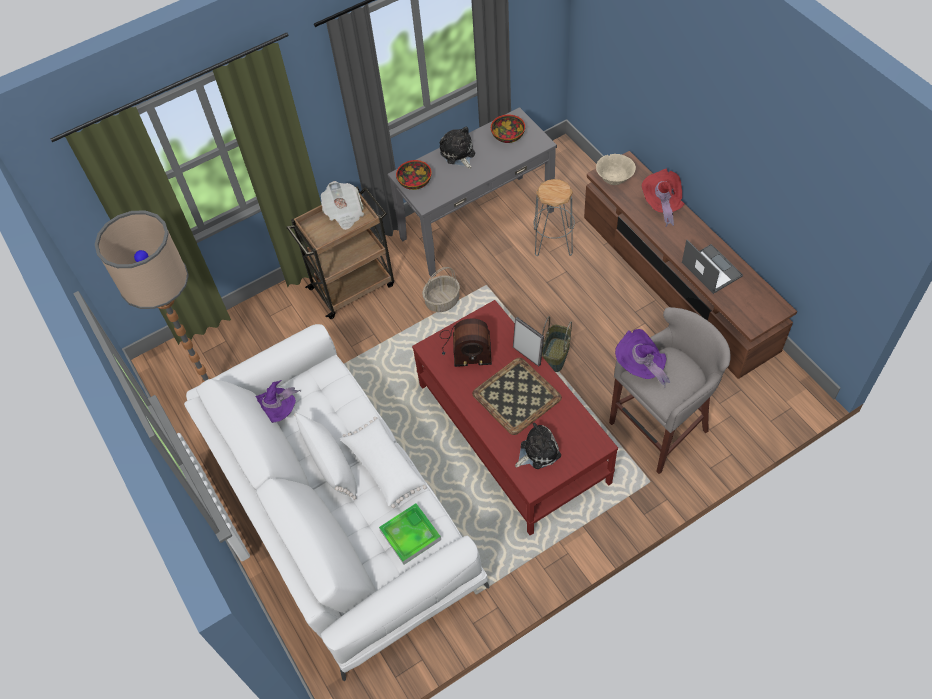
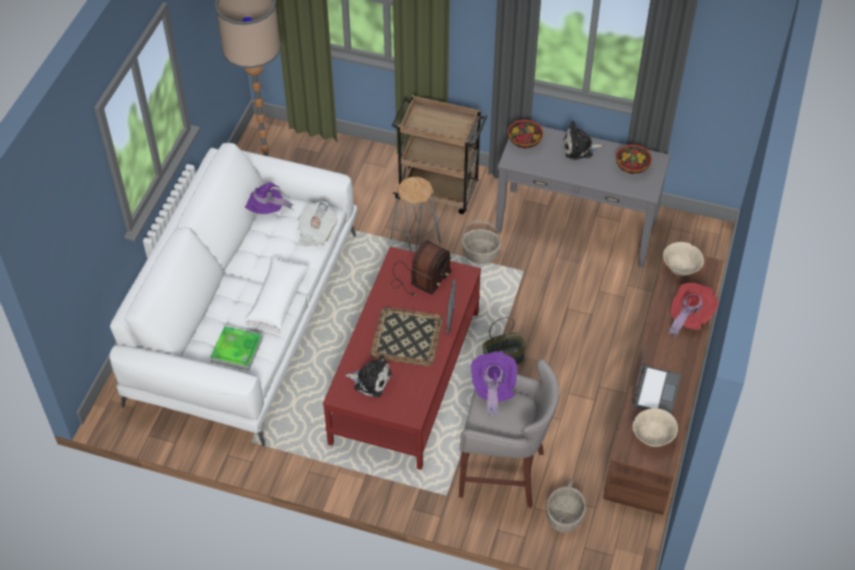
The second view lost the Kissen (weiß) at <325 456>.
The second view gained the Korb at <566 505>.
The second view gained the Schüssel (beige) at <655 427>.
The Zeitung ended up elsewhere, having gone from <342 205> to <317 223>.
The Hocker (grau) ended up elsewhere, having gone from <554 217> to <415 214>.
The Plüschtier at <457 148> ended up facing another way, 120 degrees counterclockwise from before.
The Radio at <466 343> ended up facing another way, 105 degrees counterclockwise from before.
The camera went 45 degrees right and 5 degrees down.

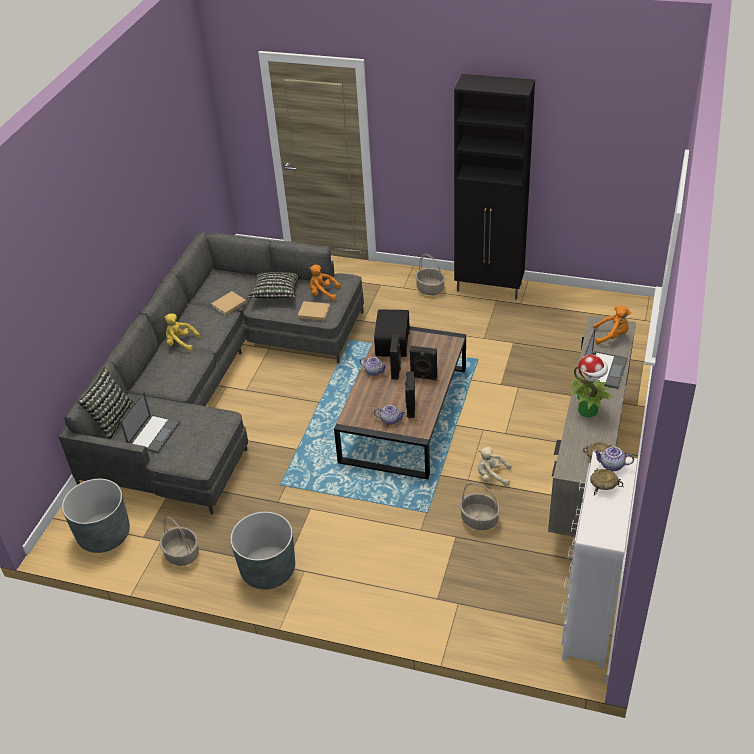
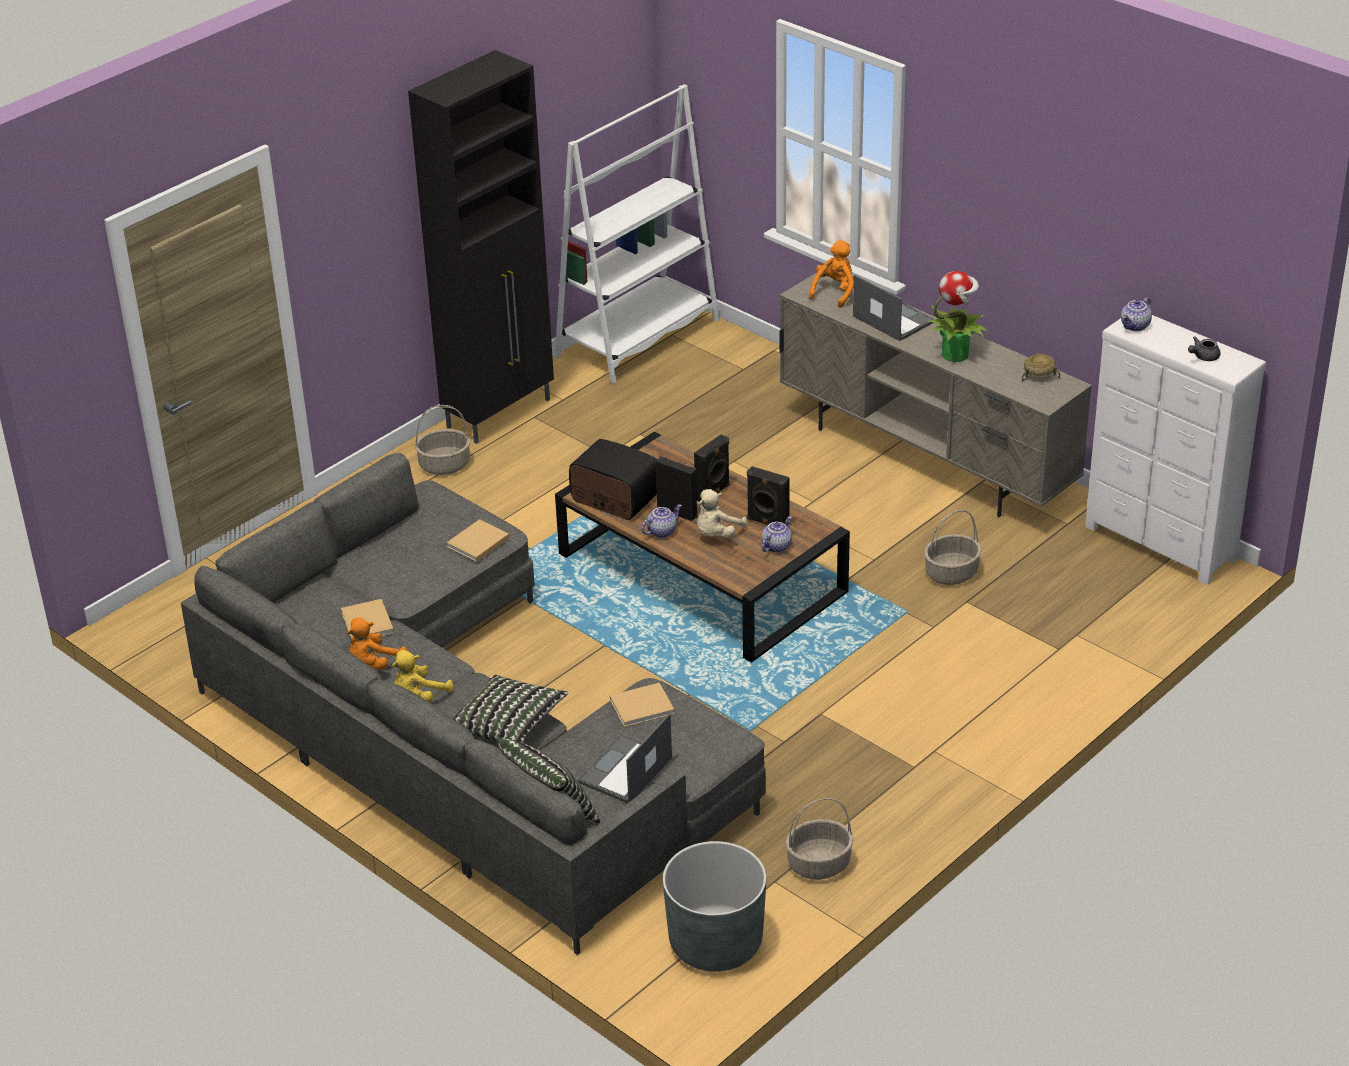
The second view lost the Pflanzkübel (grau) at <262 550>.
The second view lost the Schüssel (beige) at <607 482>.
The second view gained the Bücherregal (weiß) at <637 234>.
The second view gained the Buch (beige) at <642 705>.
The second view gained the Teekanne (grau) at <1204 348>.
The Kissen ended up elsewhere, having gone from <274 285> to <511 708>.
The Plüschtier (orange) ended up elsewhere, having gone from <325 282> to <377 643>.
The Plüschtier (beige) ended up elsewhere, having gone from <495 466> to <722 513>.
The Laptop at <150 422> ended up facing another way, 105 degrees counterclockwise from before.
The camera went 65 degrees left and 5 degrees down.

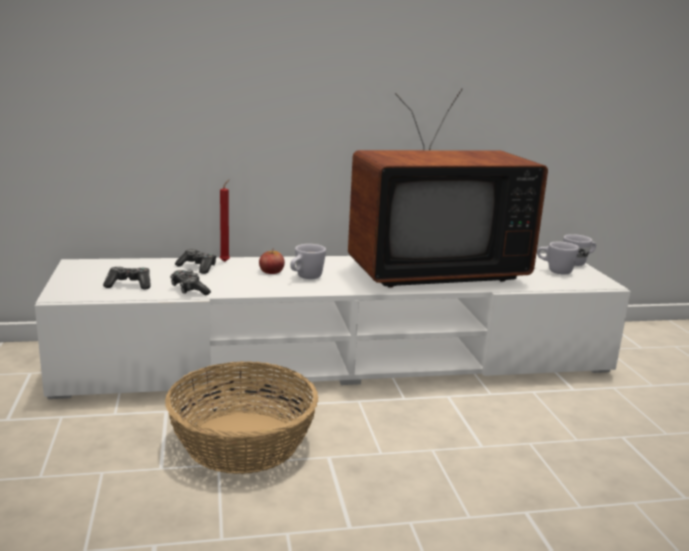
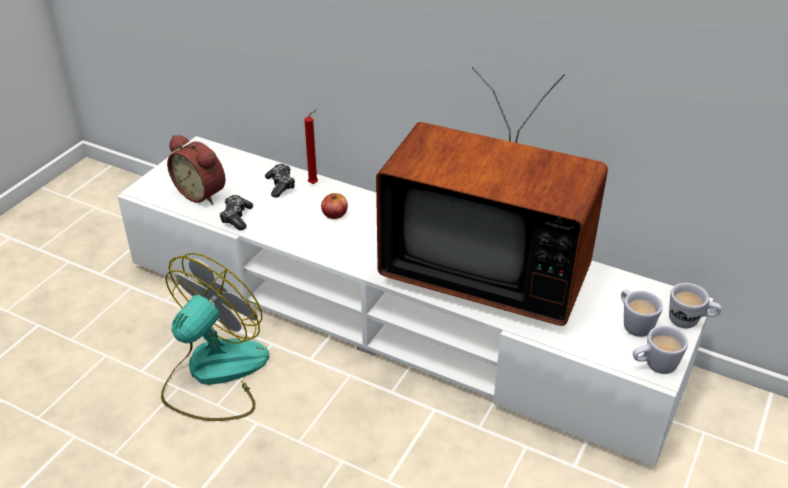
The Henkelbecher (weiß) ended up elsewhere, having gone from <308 261> to <660 350>.
Where the Gamepad stood at <127 278>, the Wecker came to stand at <196 170>.
Where the Korb stood at <242 417>, the Ventilator came to stand at <215 337>.
The camera went 40 degrees right and 20 degrees up.

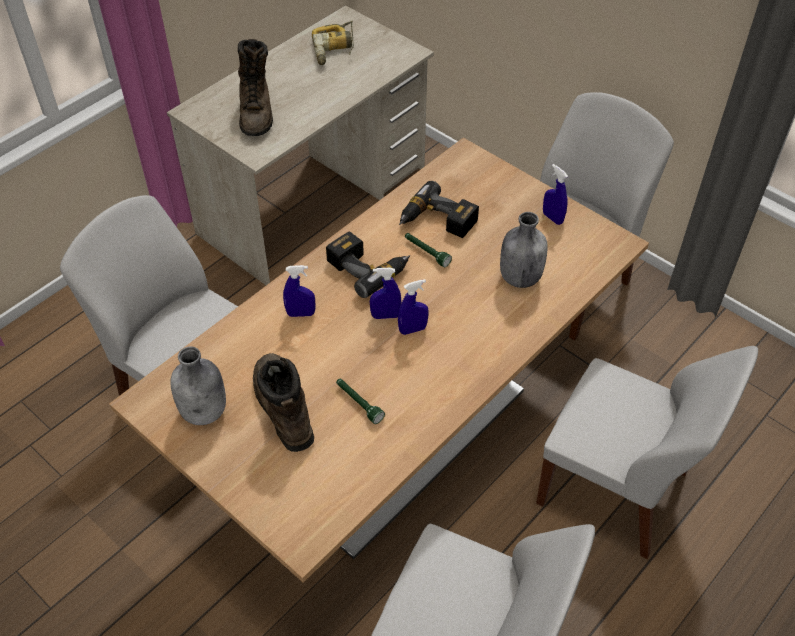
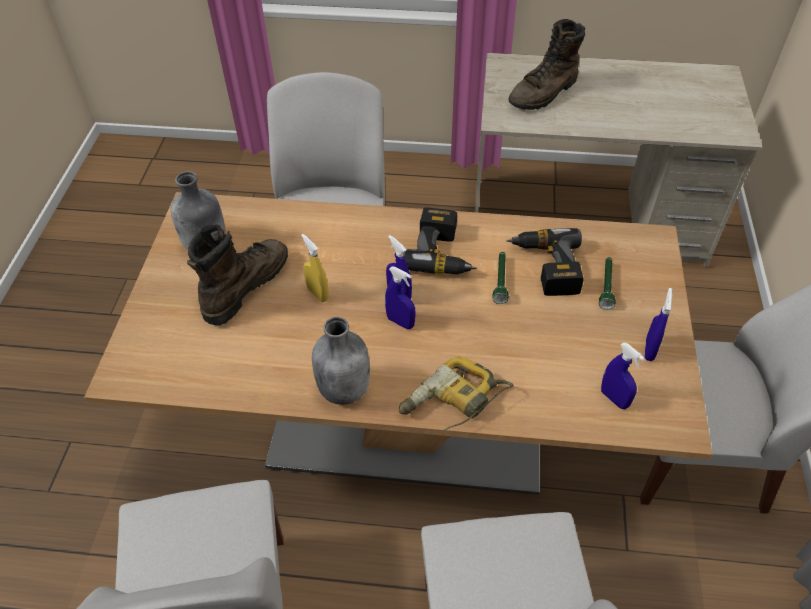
The second view gained the Sprühflasche (gelb) at <315 268>.
The Sprühflasche (blau) ended up elsewhere, having gone from <299 291> to <623 375>.
The Bohrmaschine ended up elsewhere, having gone from <333 43> to <456 394>.
The Taschenlampe (grün) ended up elsewhere, having gone from <360 401> to <607 283>.
The Flasche (grau) ended up elsewhere, having gone from <524 250> to <341 361>.
The camera went 55 degrees right and 0 degrees up.

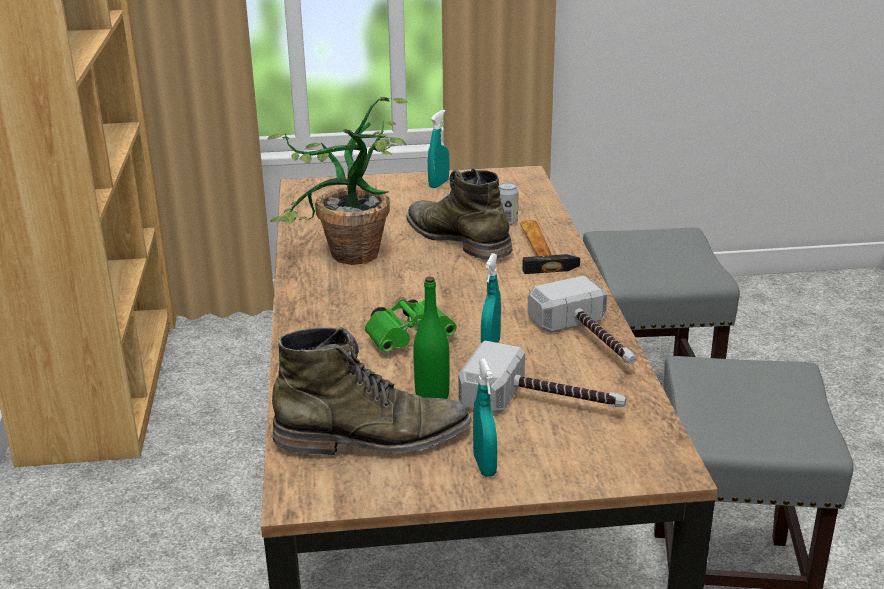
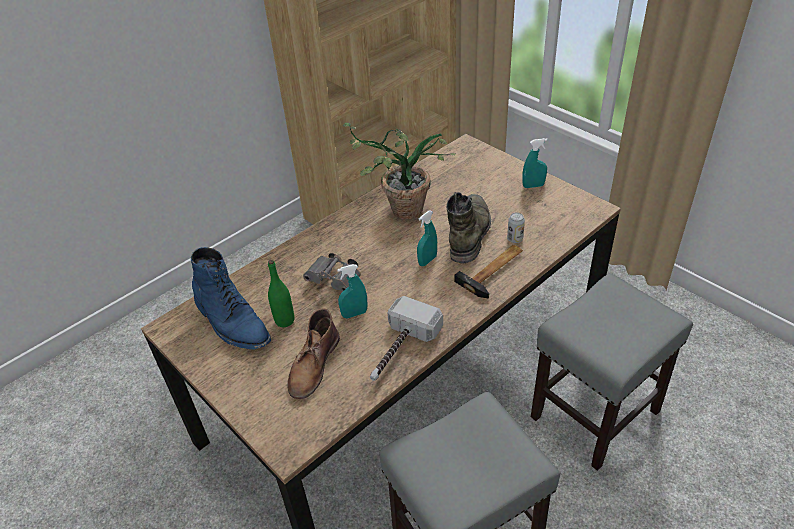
The Sprühflasche (türkis) ended up elsewhere, having gone from <485 417> to <427 238>.
Where the Hammer stood at <542 377>, the Stiefel (braun) came to stand at <313 353>.
What was the Stiefel (grün) at <371 391> turned into the Stiefel (blau) at <231 298>.
What was the Fernglas (grün) at <411 324> turned into the Fernglas (grau) at <332 272>.
The camera went 55 degrees right and 15 degrees up.

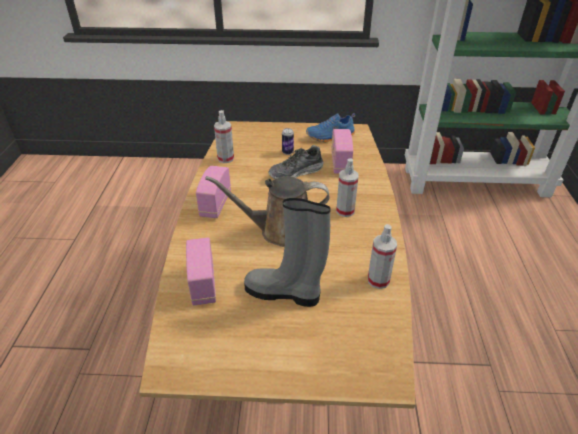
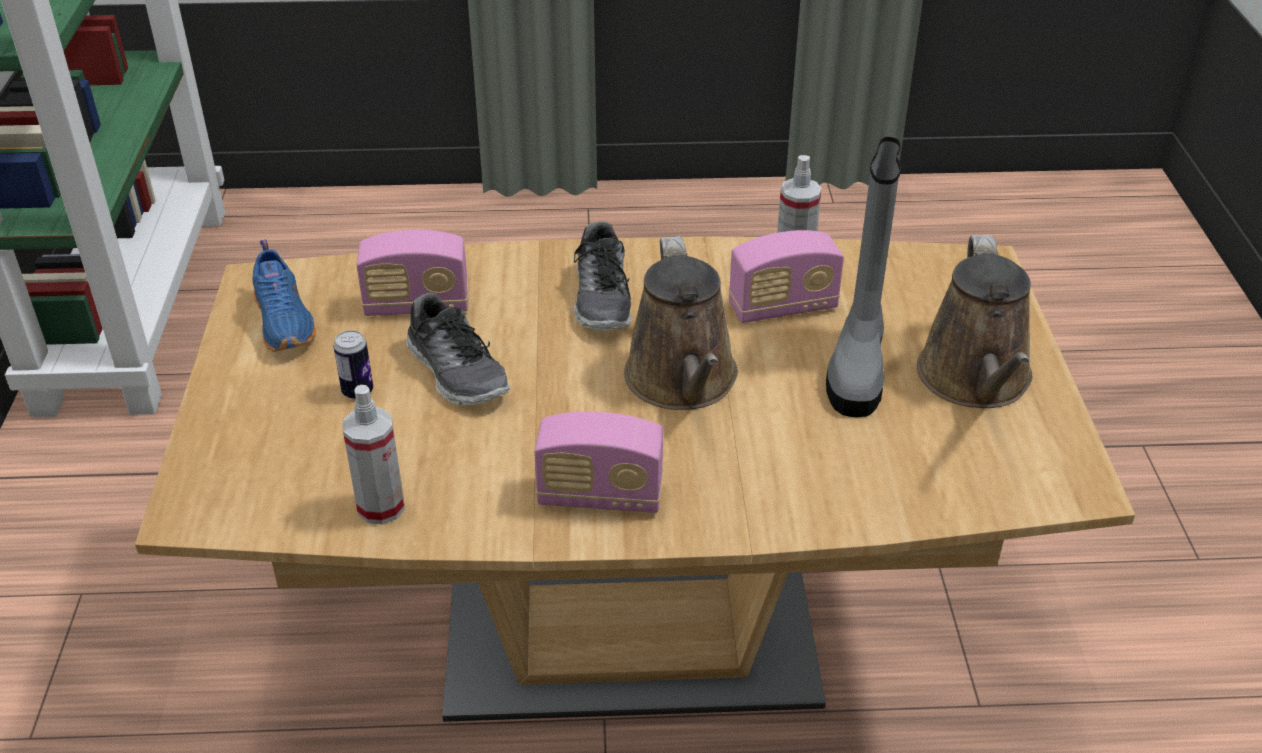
The second view gained the Gießkanne (braun) at <974 321>.
The Radio ended up elsewhere, having gone from <201 271> to <786 276>.
Where the Sprühflasche stood at <347 187>, the Schuh came to stand at <603 276>.
The camera went 95 degrees left and 0 degrees up.

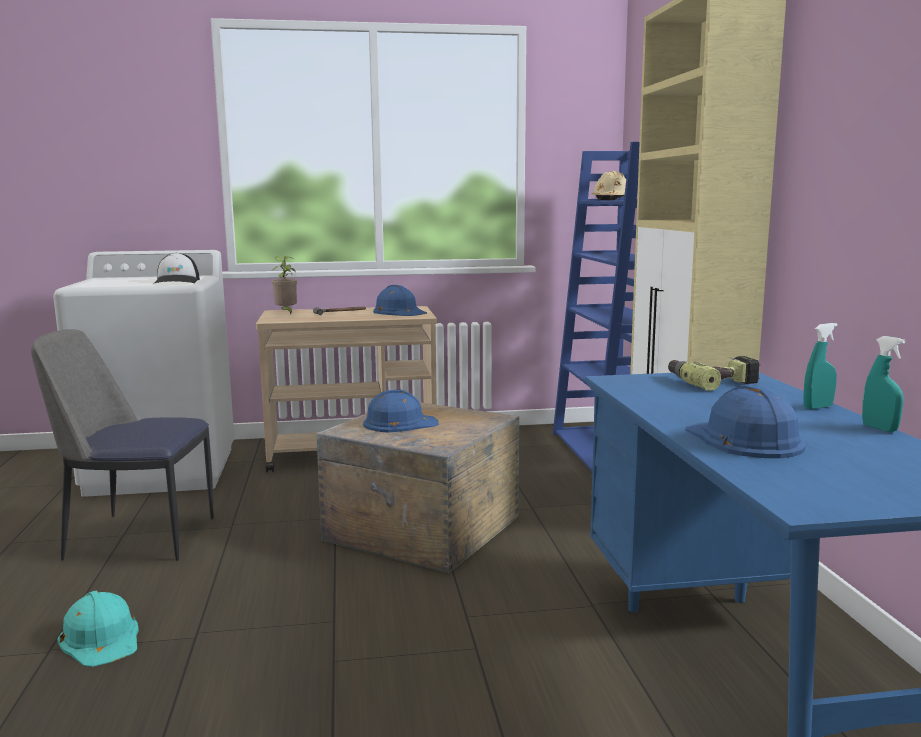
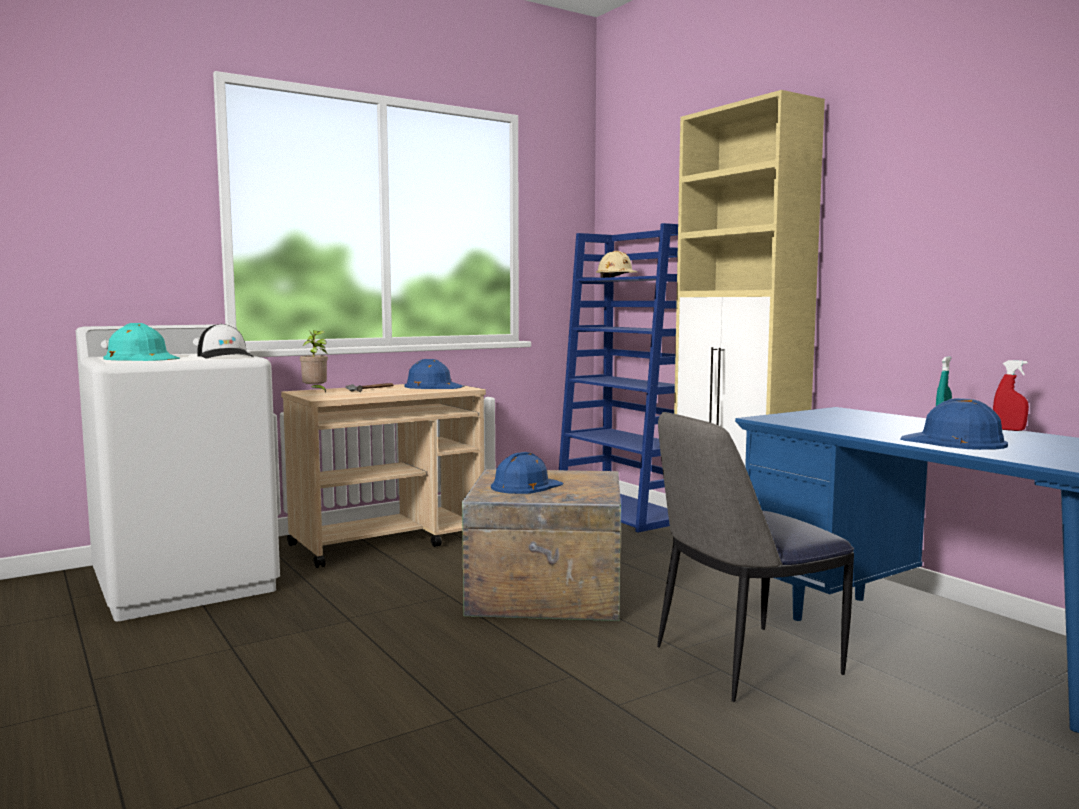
The second view lost the Bohrmaschine at <714 373>.
The Stuhl ended up elsewhere, having gone from <122 445> to <755 557>.
The Schutzhelm (türkis) ended up elsewhere, having gone from <98 628> to <142 342>.
What was the Sprühflasche (türkis) at <883 384> turned into the Sprühflasche (rot) at <1011 395>.
The camera went 25 degrees left and 5 degrees down.

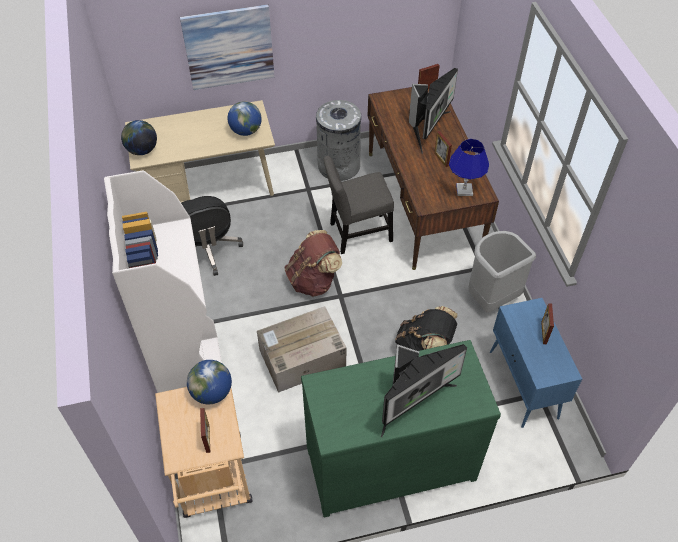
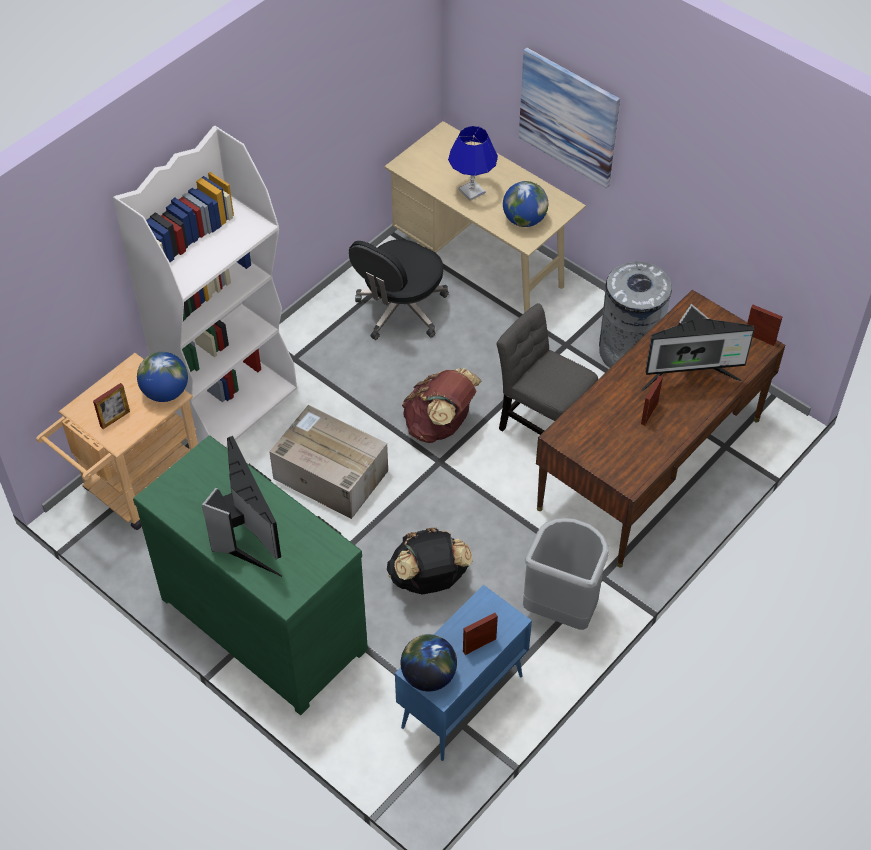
The Globus ended up elsewhere, having gone from <139 137> to <429 662>.
The Tischlampe (blau) ended up elsewhere, having gone from <469 167> to <473 163>.
The Monitor at <424 390> ended up facing another way, 135 degrees counterclockwise from before.
The camera went 55 degrees right and 0 degrees up.

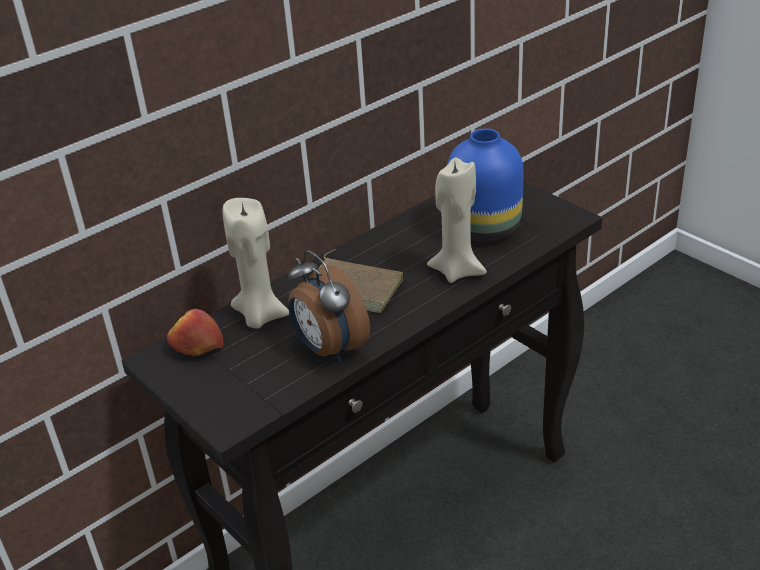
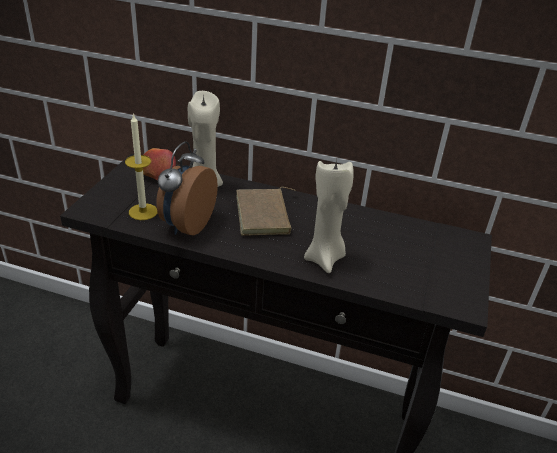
The second view lost the Vase (blau) at <485 185>.
The second view gained the Kerze at <141 166>.
The camera went 55 degrees right and 0 degrees up.

